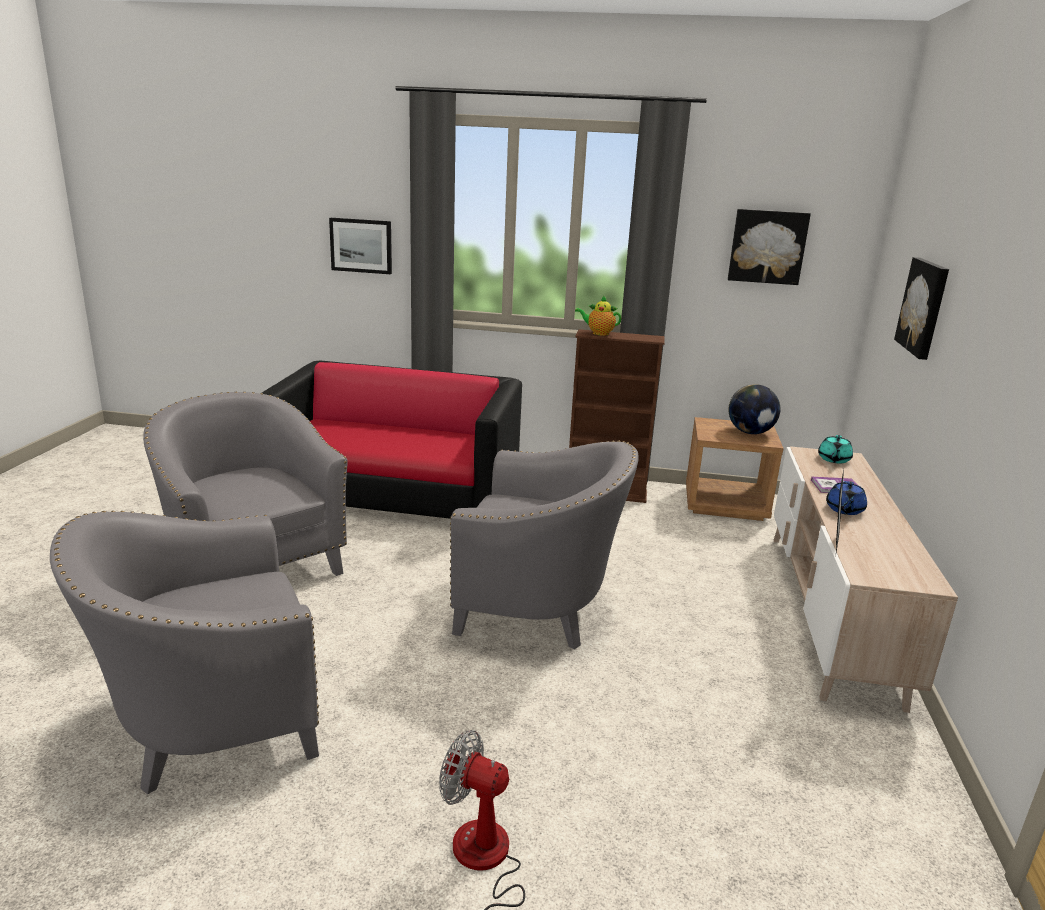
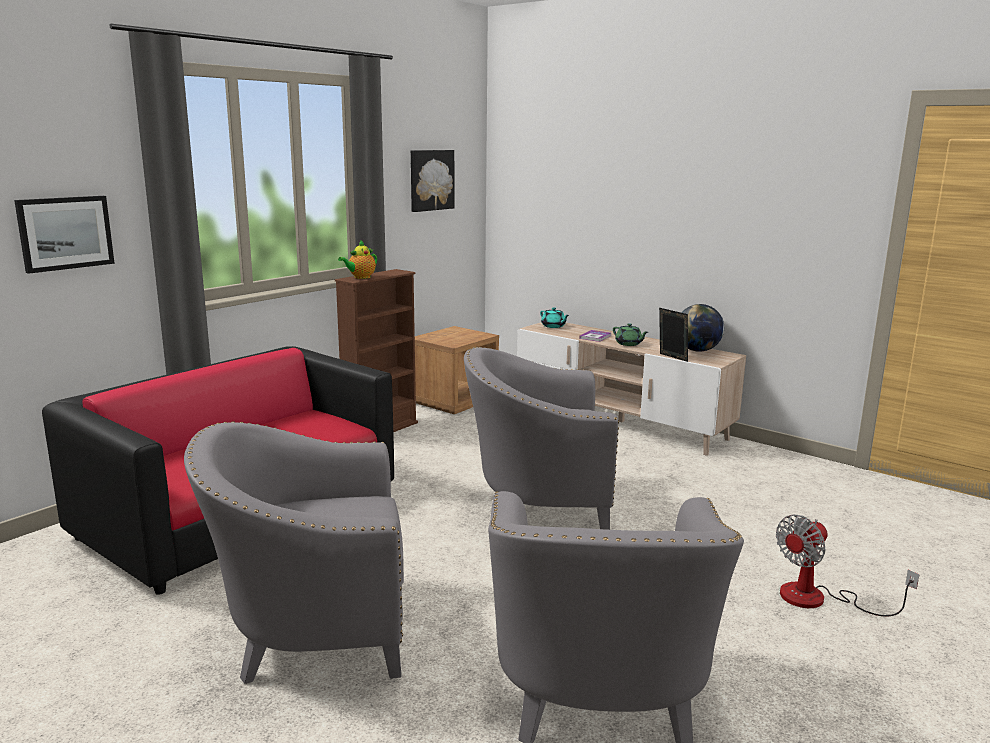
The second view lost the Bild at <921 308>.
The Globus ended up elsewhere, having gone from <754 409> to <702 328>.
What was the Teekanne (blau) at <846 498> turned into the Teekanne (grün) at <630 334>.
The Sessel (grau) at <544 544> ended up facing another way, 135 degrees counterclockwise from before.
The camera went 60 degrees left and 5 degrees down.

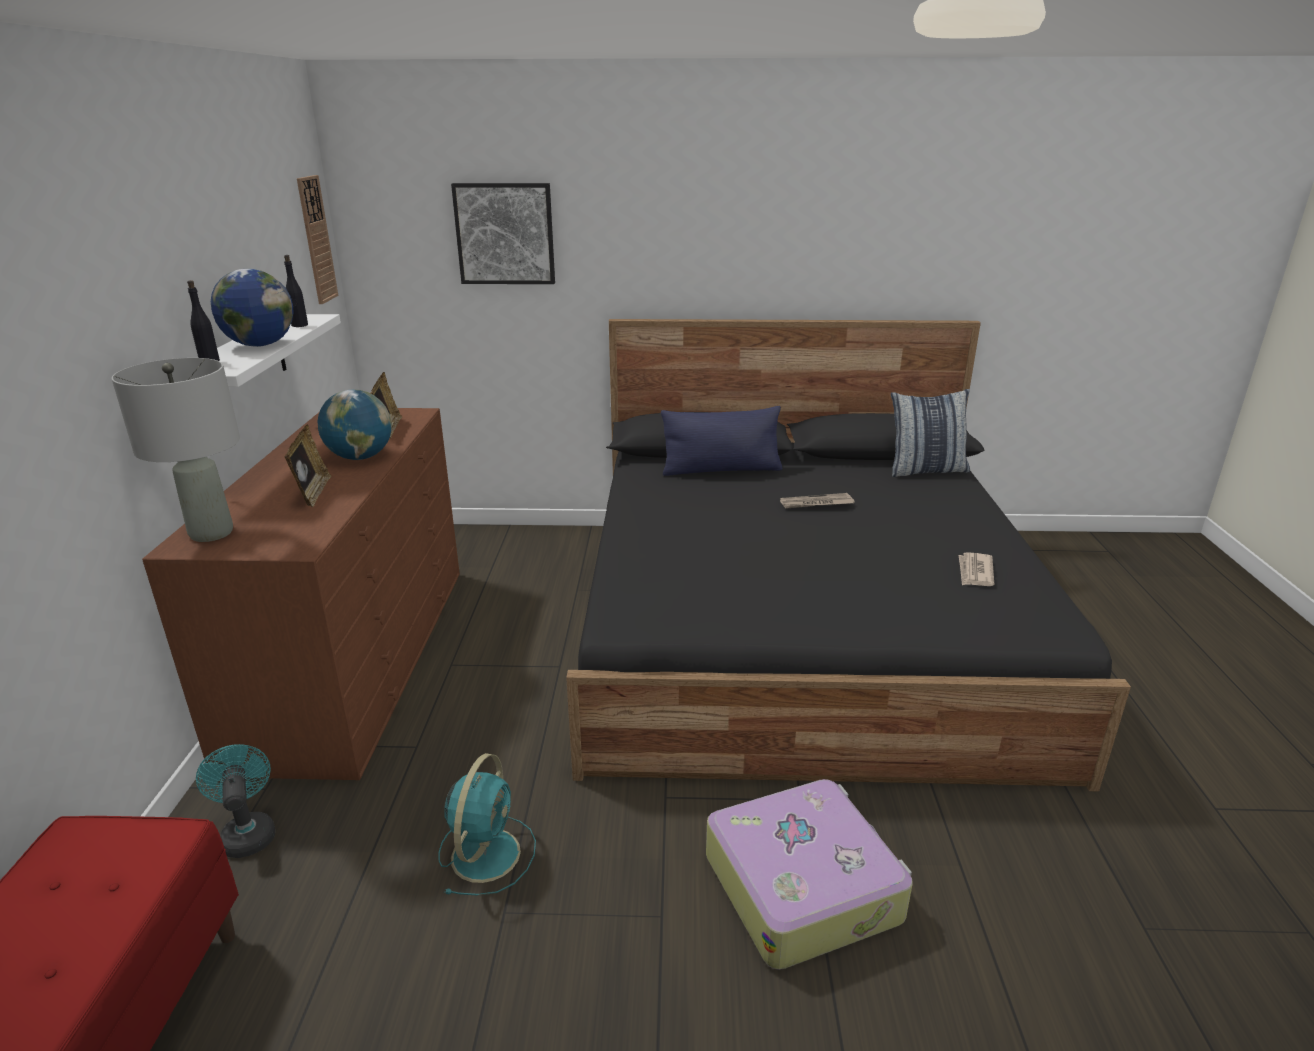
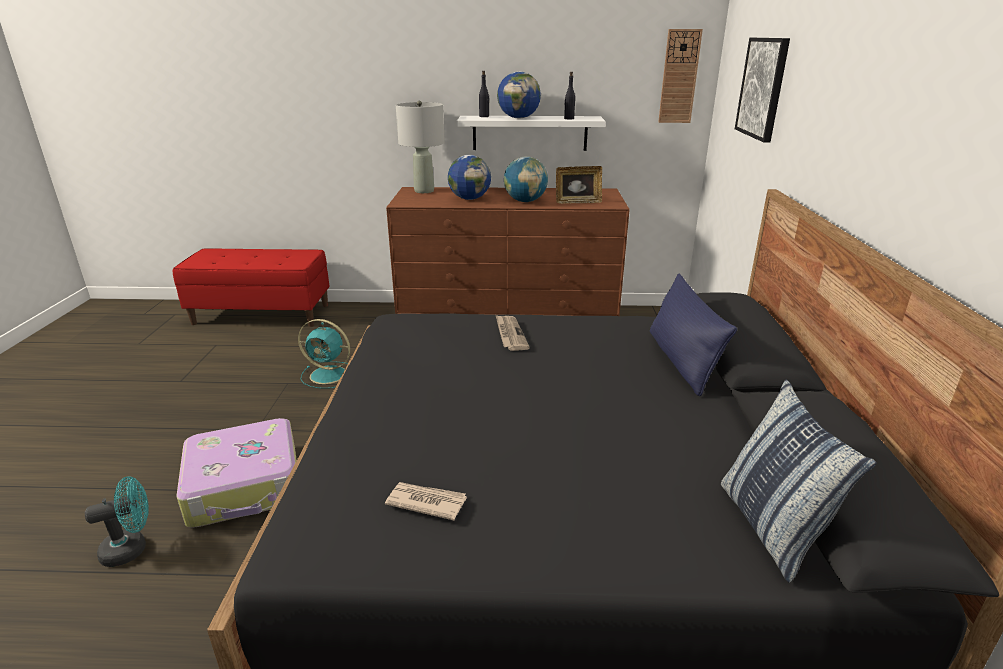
The Ventilator (türkis) ended up elsewhere, having gone from <235 801> to <117 521>.
The Zeitung ended up elsewhere, having gone from <817 501> to <513 333>.
Where the Bilderrahmen stood at <308 465>, the Globus came to stand at <469 177>.
The camera went 90 degrees right and 0 degrees up.

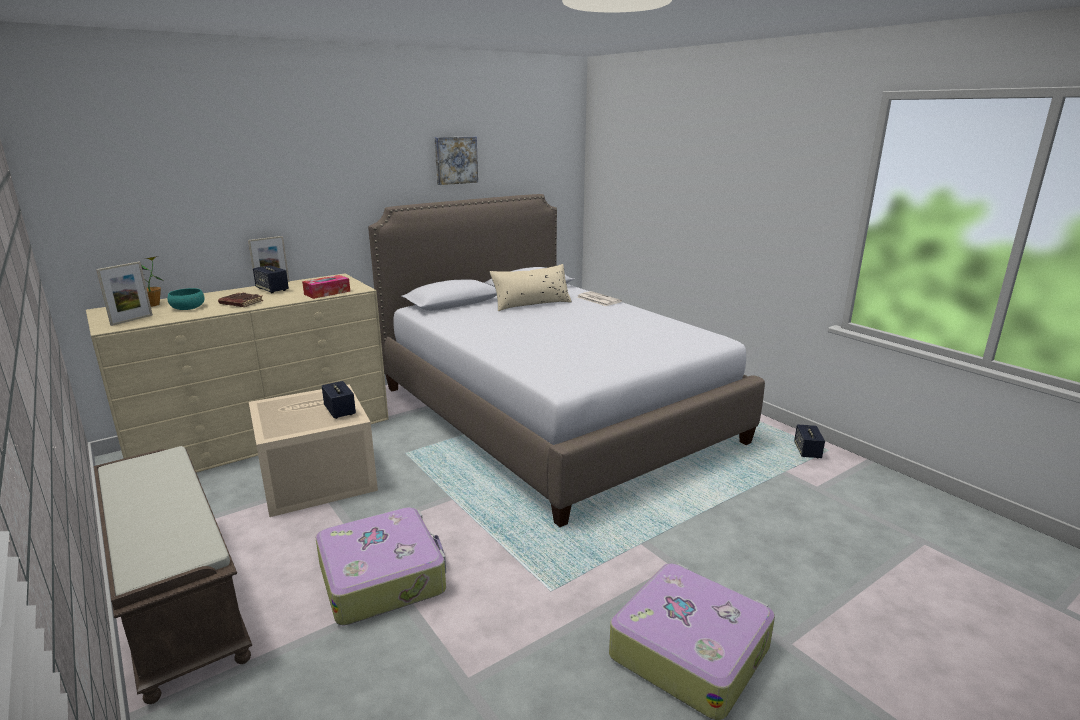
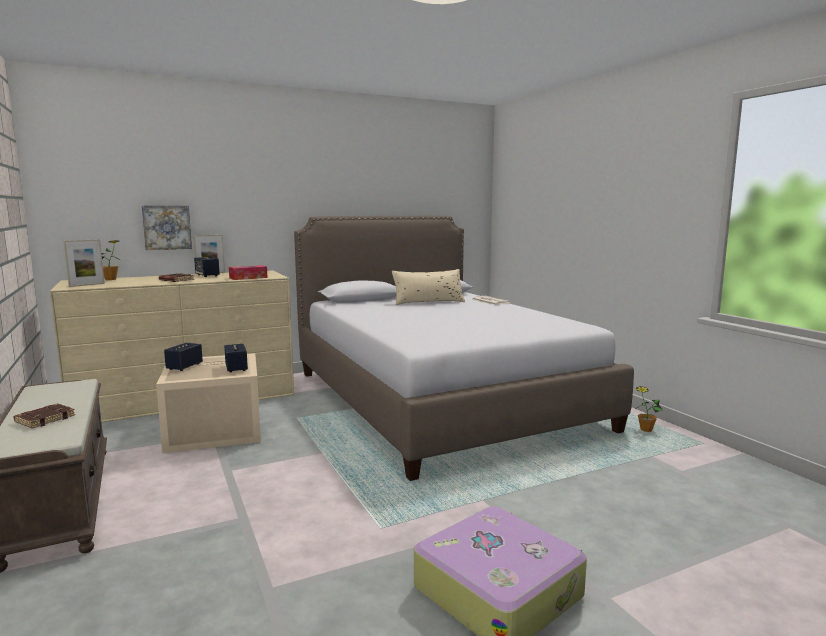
The second view lost the Schüssel (türkis) at <186 299>.
The second view lost the Koffer at <381 566>.
The second view gained the Buch (braun) at <44 416>.
The second view gained the Topfpflanze at <649 409>.
The Bild ended up elsewhere, having gone from <456 160> to <167 228>.
The Lautsprecher ended up elsewhere, having gone from <809 441> to <183 357>.
The camera went 10 degrees right and 10 degrees down.

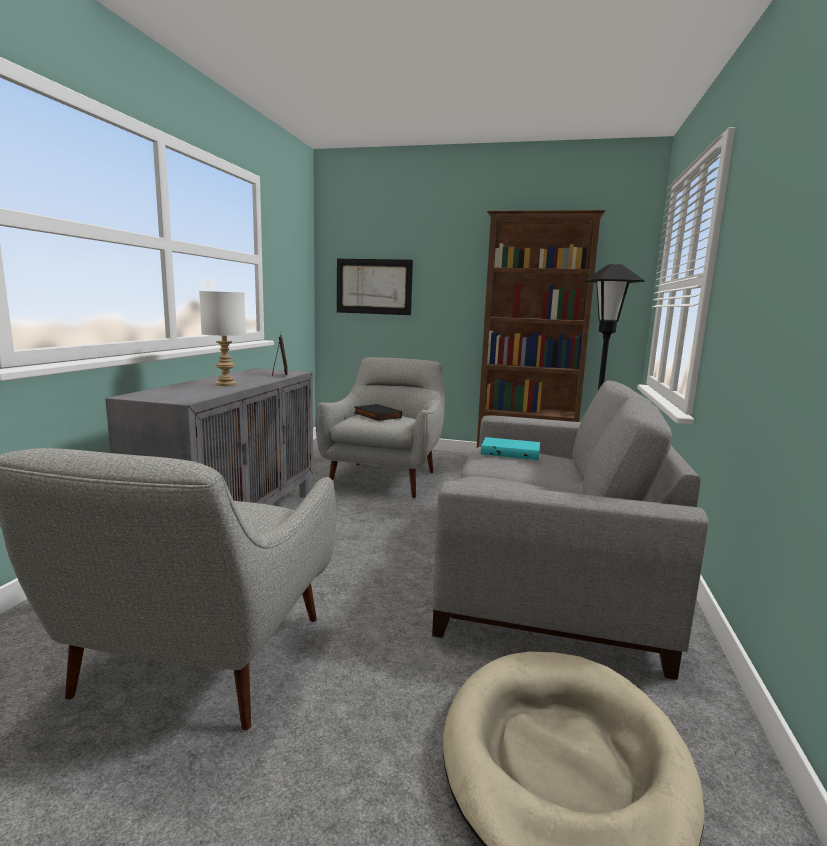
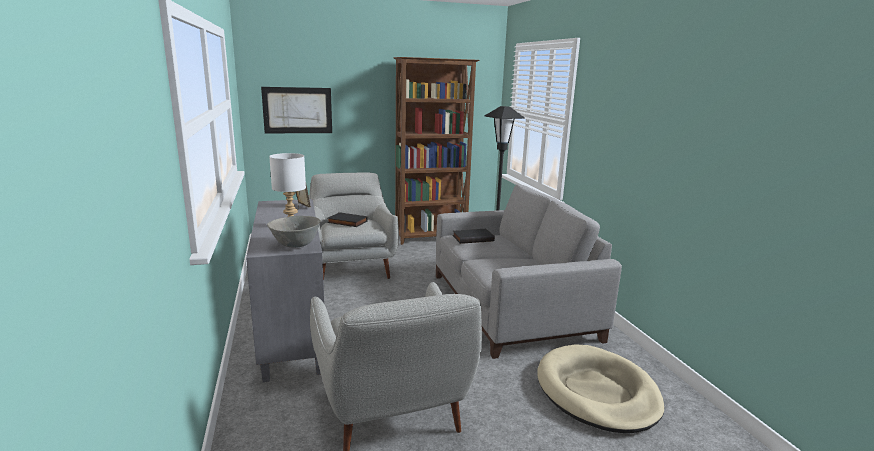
The second view gained the Schüssel (grau) at <294 232>.
What was the Buch (türkis) at <510 448> turned into the Buch (schwarz) at <473 236>.
The camera went 30 degrees left and 5 degrees up.

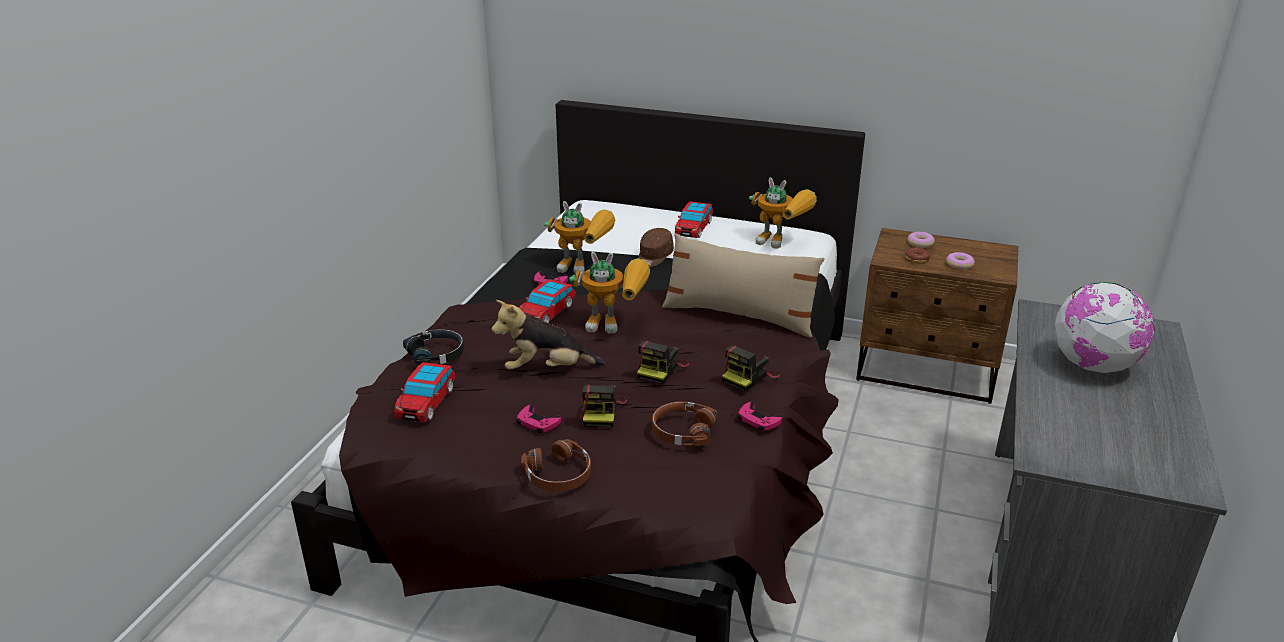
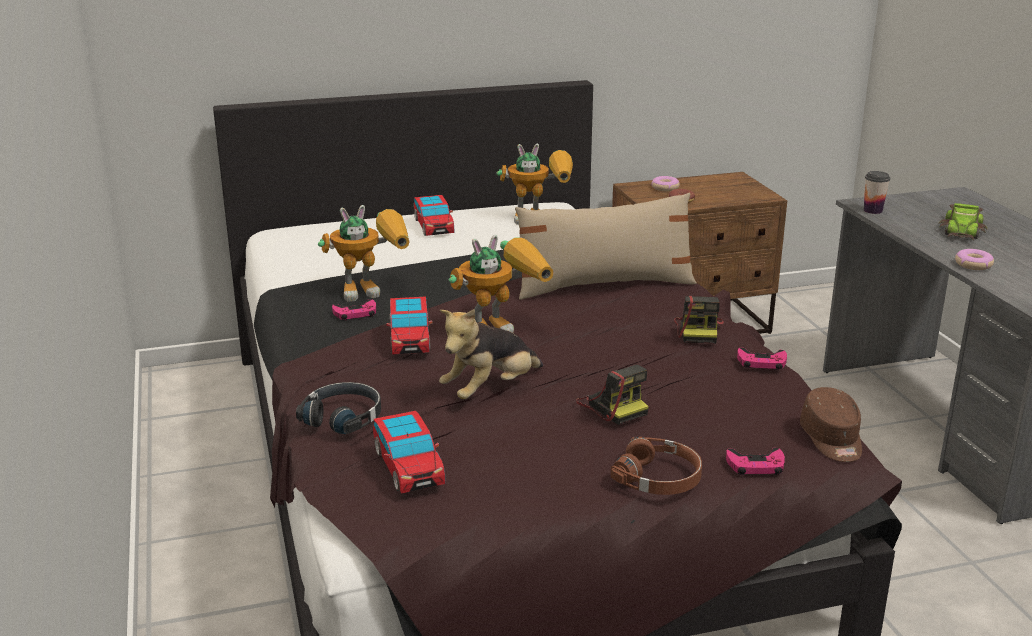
The second view lost the Kamera at <663 363>.
The second view lost the Kopfhörer (braun) at <684 424>.
The second view gained the Tasse at <877 192>.
The Gamepad (rosa) ended up elsewhere, having gone from <538 419> to <755 461>.
The Kappe (braun) ended up elsewhere, having gone from <656 247> to <831 424>.
The Donut ended up elsewhere, having gone from <960 261> to <974 259>.
Where the Globus stood at <1104 327>, the Spielzeugauto came to stand at <963 221>.
The camera went 35 degrees left and 5 degrees down.

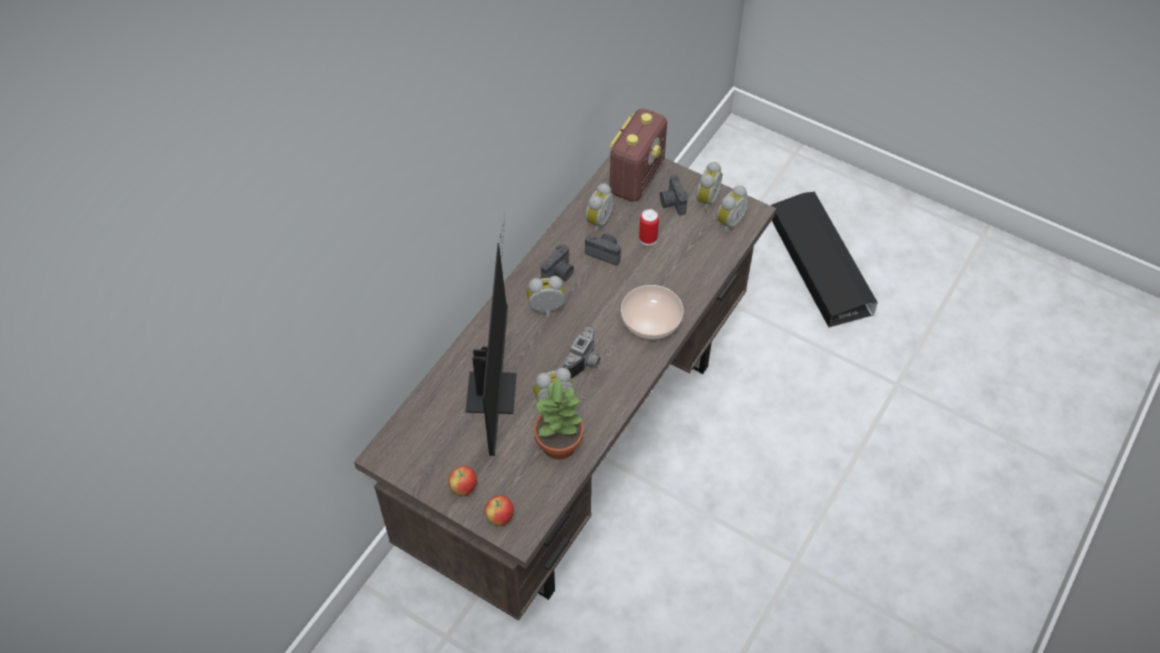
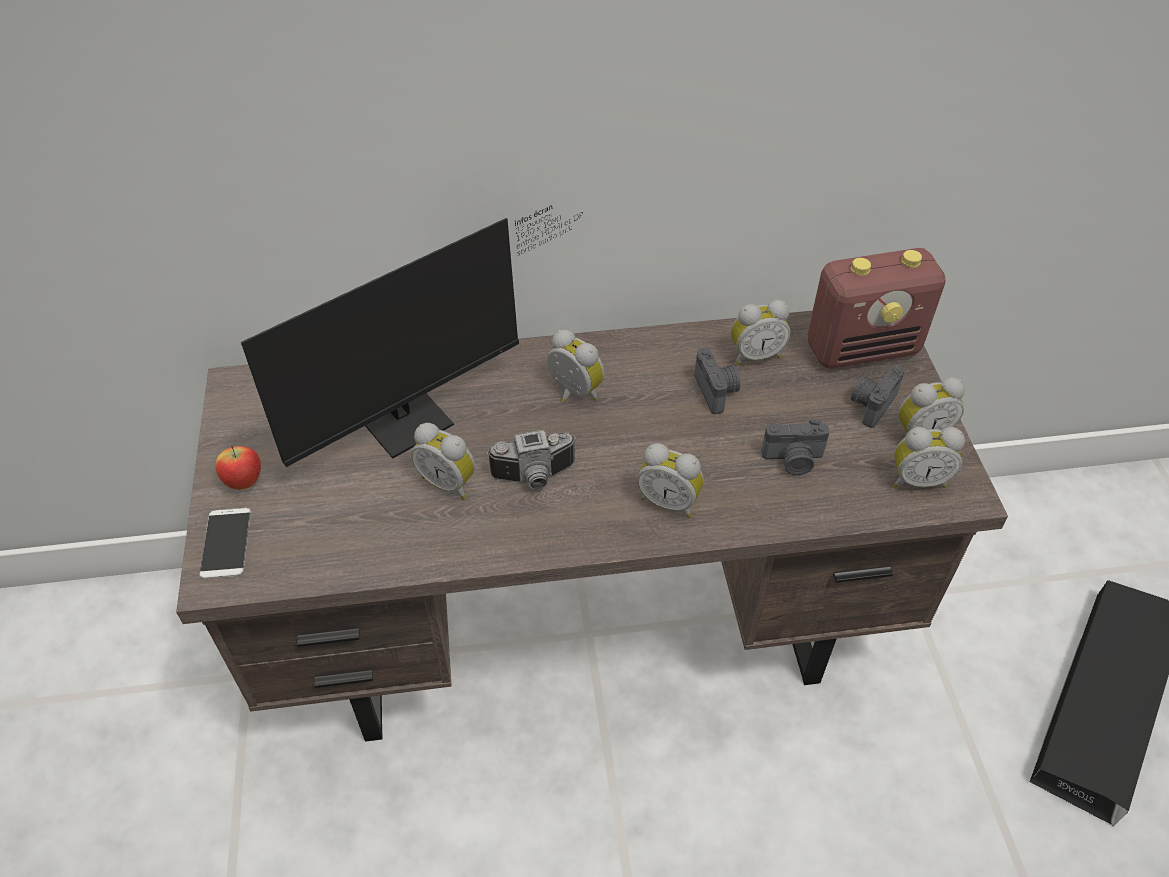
The second view lost the Topfpflanze at <559 419>.
The second view lost the Dose at <649 227>.
The Kamera ended up elsewhere, having gone from <557 262> to <795 447>.
Where the Apfel stood at <499 510>, the Handy came to stand at <225 543>.
Where the Schüssel stood at <652 312>, the Wecker came to stand at <670 480>.
The camera went 50 degrees right and 5 degrees down.

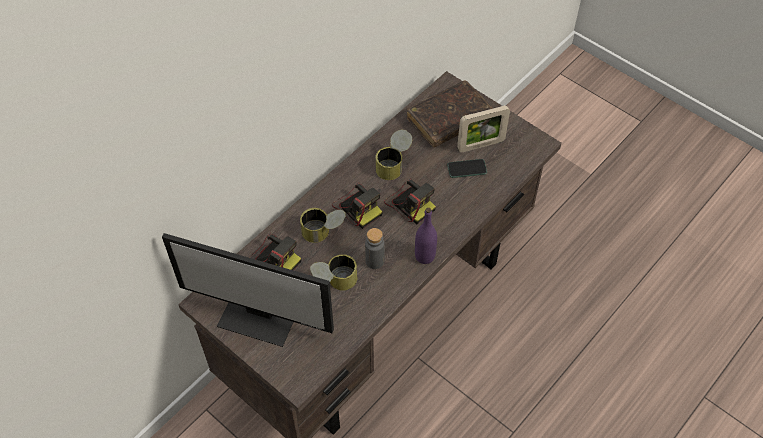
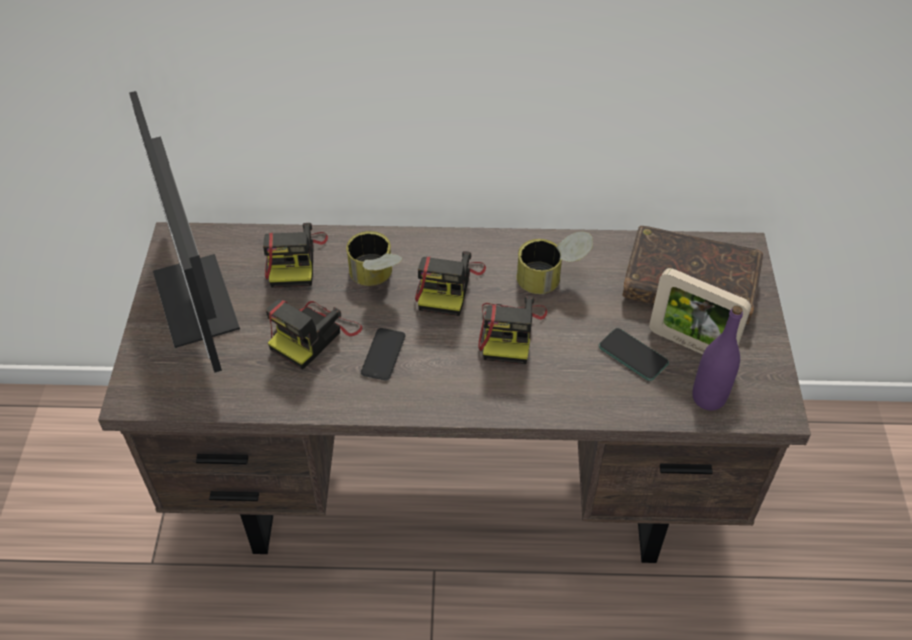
The Flasche (lila) ended up elsewhere, having gone from <426 236> to <717 358>.
Where the Dose stood at <333 272>, the Kamera came to stand at <314 334>.
Where the Flasche (grau) stood at <375 248>, the Handy came to stand at <383 354>.
The camera went 50 degrees right and 5 degrees down.

